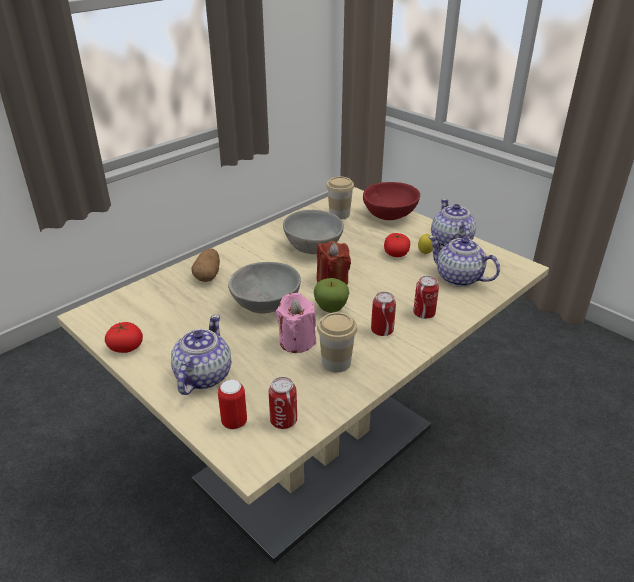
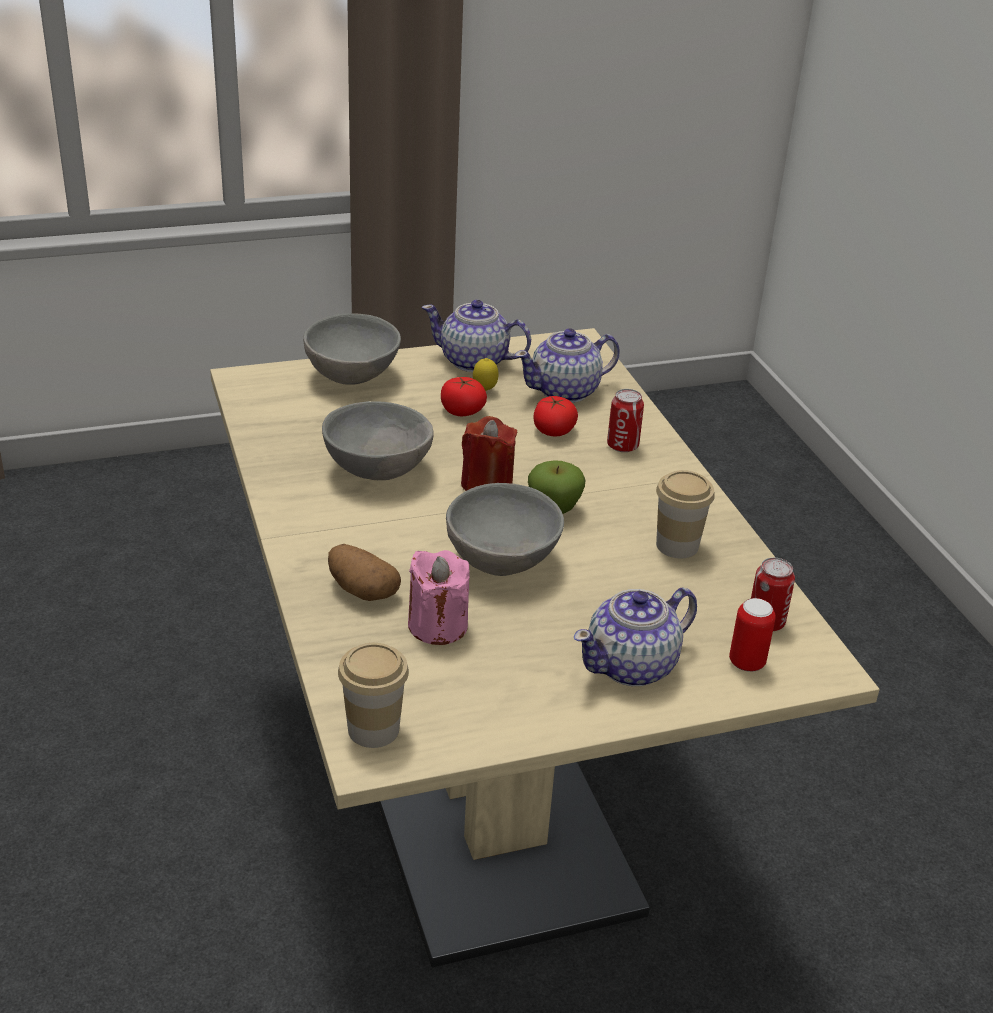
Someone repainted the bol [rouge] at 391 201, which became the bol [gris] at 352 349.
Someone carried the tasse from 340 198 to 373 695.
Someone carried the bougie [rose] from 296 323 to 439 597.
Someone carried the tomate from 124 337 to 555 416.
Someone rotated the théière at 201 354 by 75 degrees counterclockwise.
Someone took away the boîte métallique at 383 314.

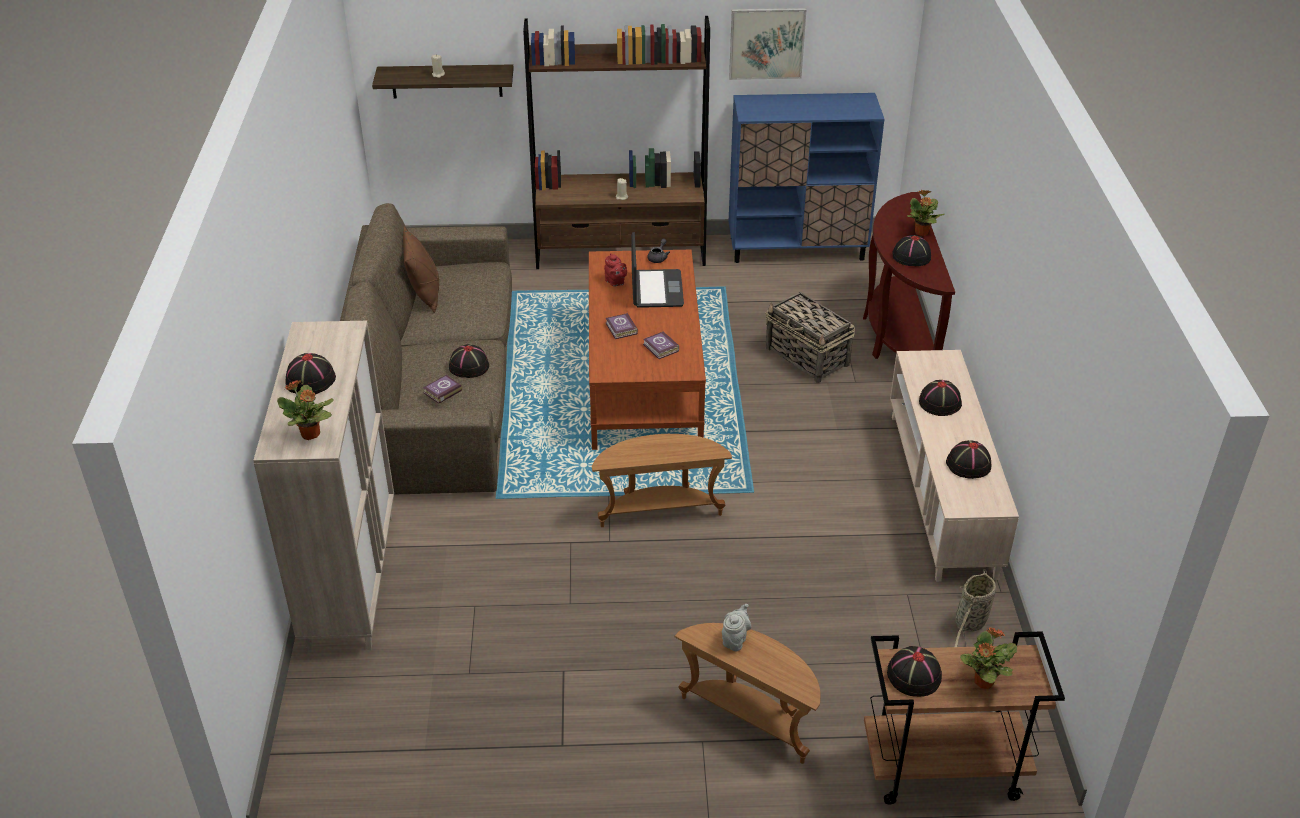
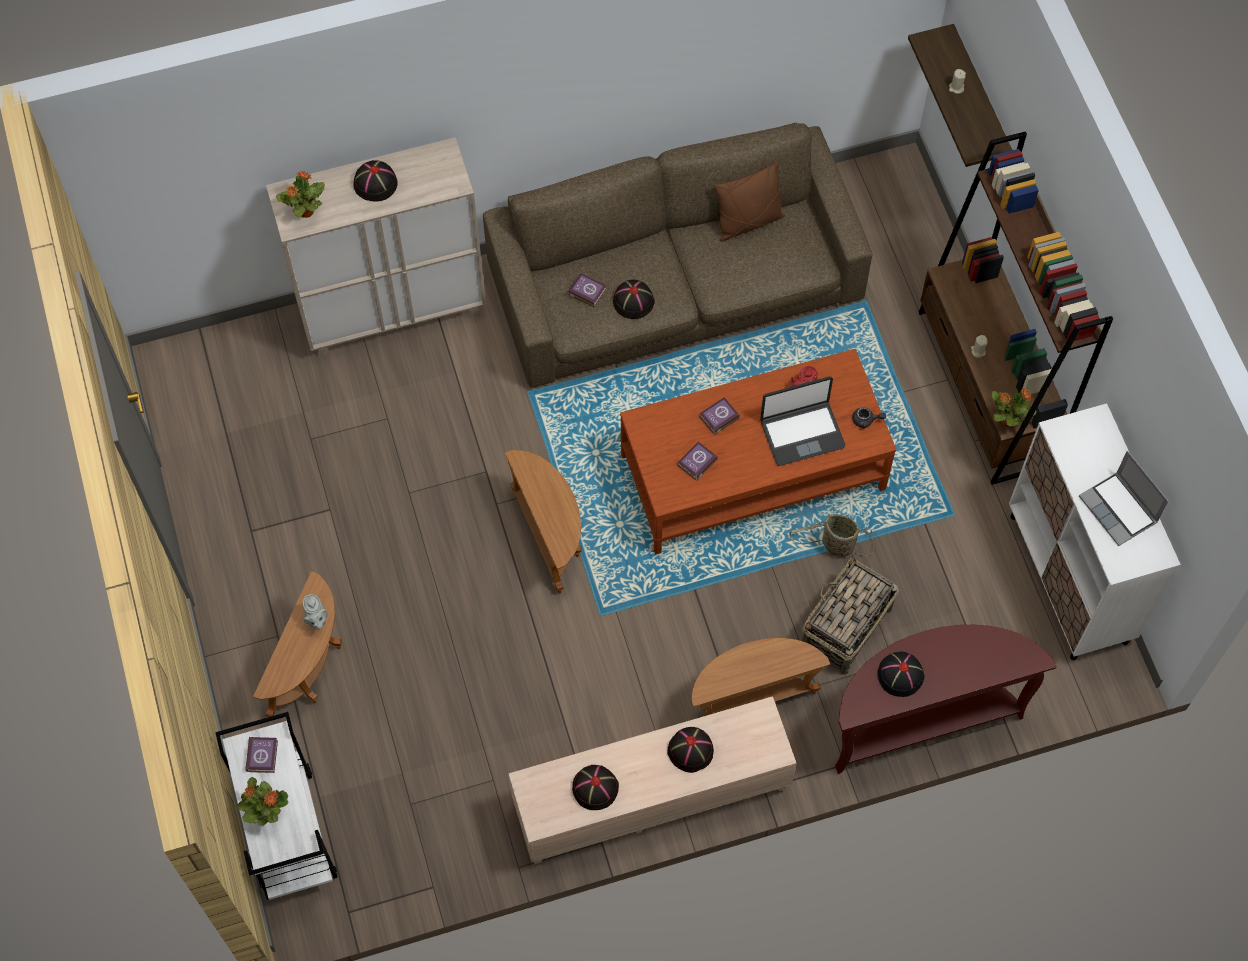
Someone repainted the chariot [marron] at 964 718, which became the chariot [blanc] at 276 806.
Someone swapped the chapeau [noir] at 914 671 for the livre at 261 755.
Someone rotated the théière [gris] at 736 627 by 60 degrees clockwise.
Someone put down the table d'appoint [marron] at 760 677.
Someone carried the panier from 975 608 to 831 535.
Someone carried the plante en pot from 926 213 to 1014 407.
Someone repainted the meuble de rangement [bleu] at 807 178, which became the meuble de rangement [blanc] at 1095 531.
Someone put down the ordinateur portable at 1124 498.
Someone took away the tableau at 767 44.

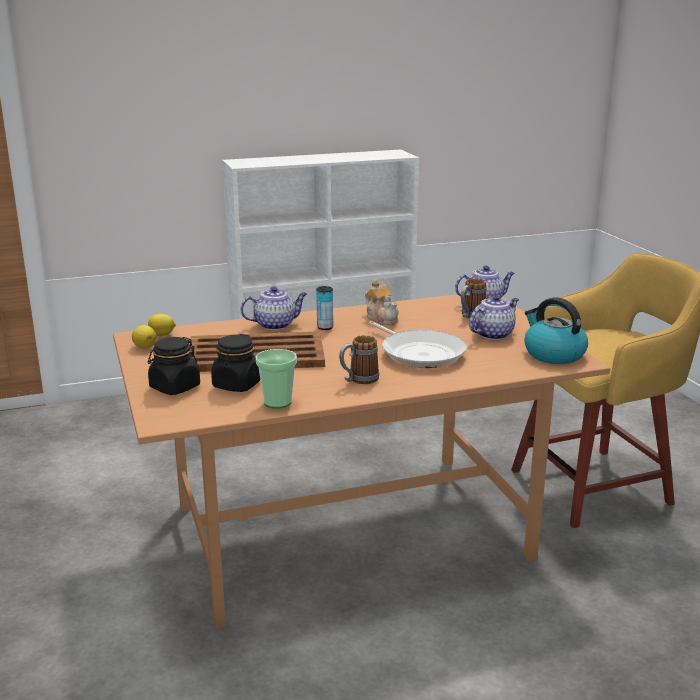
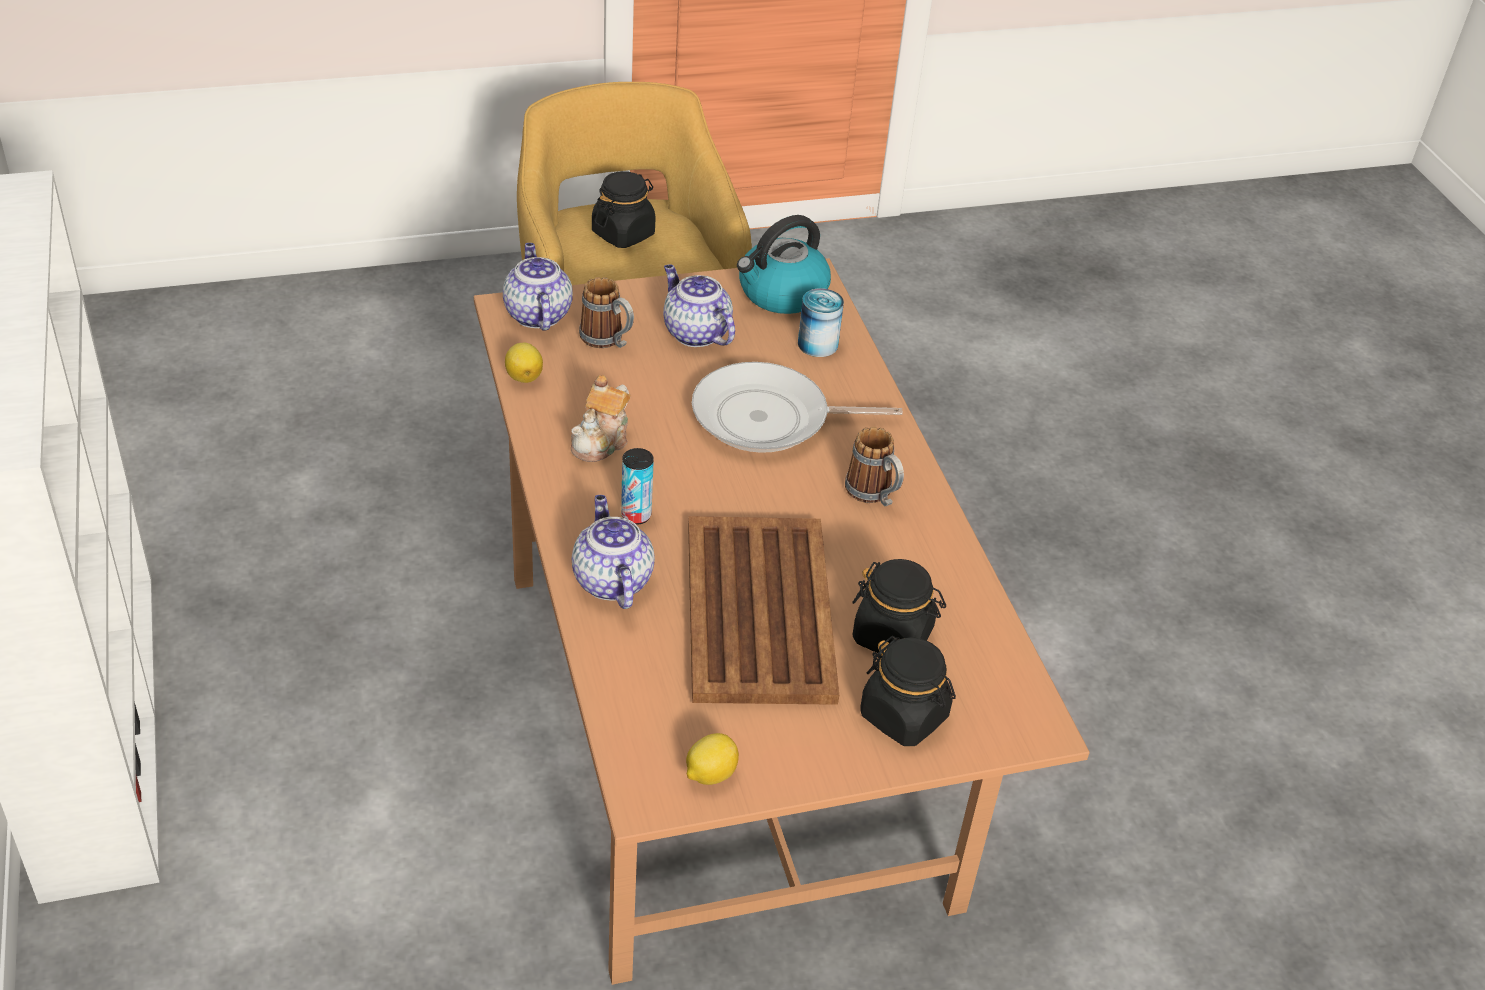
Someone carried the citron from 162 325 to 524 363.
Someone rotated the théière at 382 302 by 150 degrees clockwise.
Someone put down the bocal [noir] at 623 209.
Someone rotated the poêle at 418 344 by 150 degrees counterclockwise.
Someone put down the boîte métallique at 821 322.
Someone took away the tasse at 276 379.

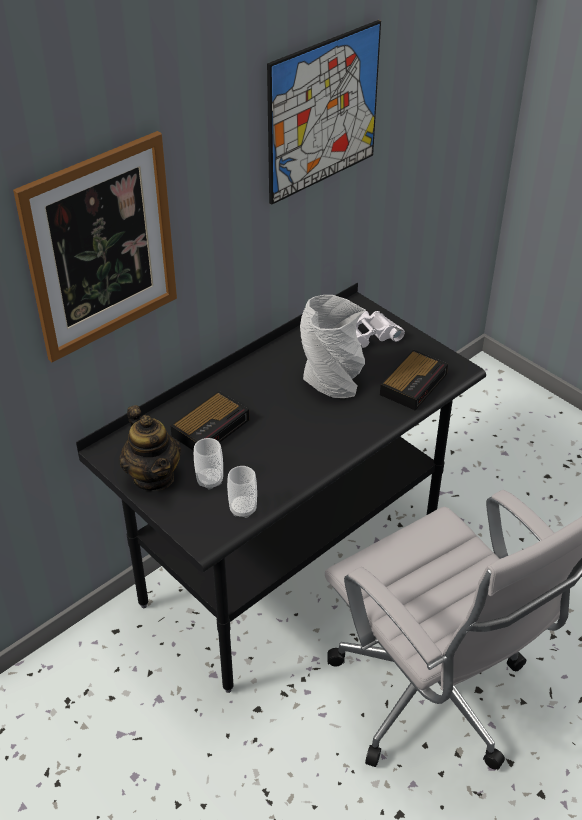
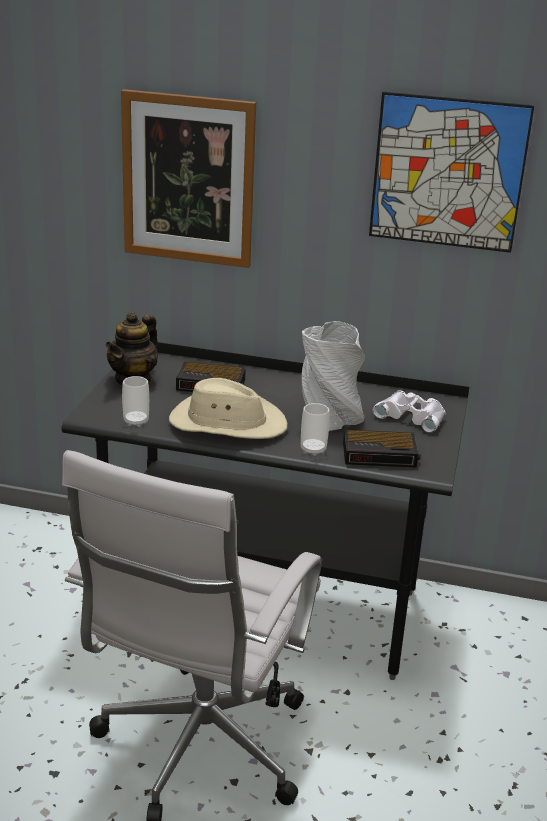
Someone put down the chapeau [beige] at 228 408.
Someone carried the tasse from 208 463 to 315 429.

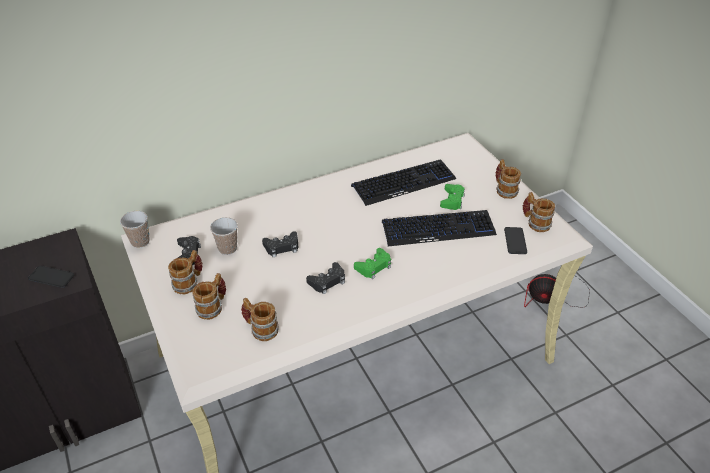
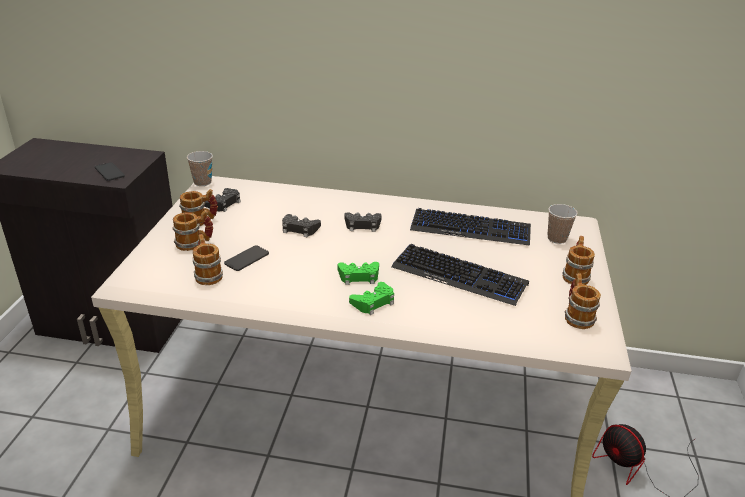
Someone carried the téléphone from 515 240 to 246 258.
Someone carried the manette [noir] from 325 278 to 363 222.
Someone carried the manette [vert] from 452 197 to 371 298.
Someone carried the tasse from 224 236 to 562 224.

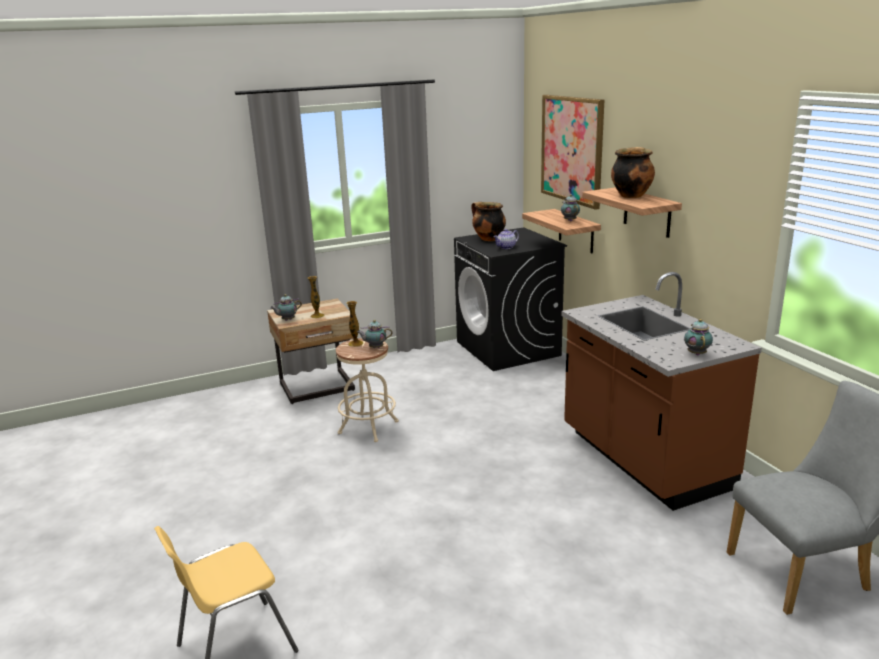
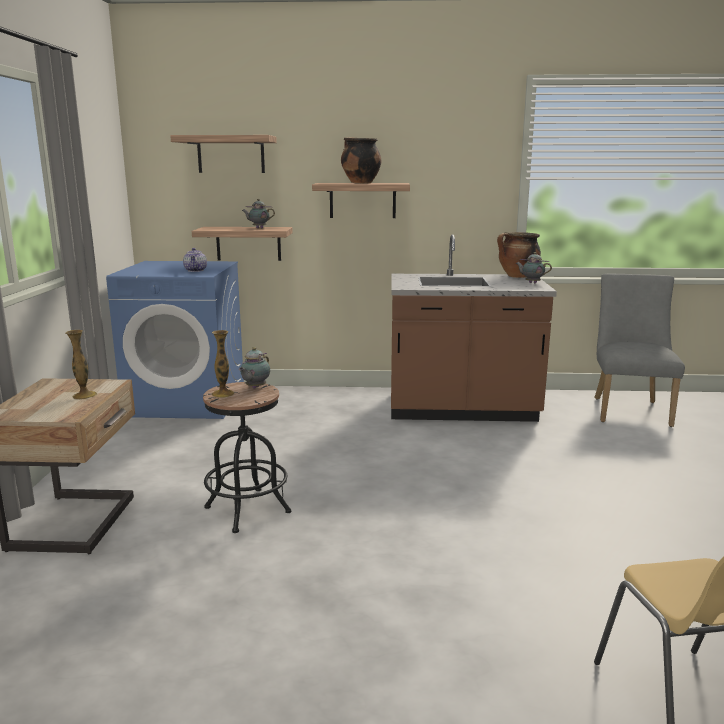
Someone repainted the lave-linge [noir] at 510 299, which became the lave-linge [bleu] at 175 340.
Someone swapped the tableau at 572 152 for the étagère at 223 154.
Someone repainted the tabouret [beige] at 367 390, which became the tabouret [noir] at 247 457.
Someone carried the marmite from 488 221 to 519 255.
Someone took away the théière at 286 307.

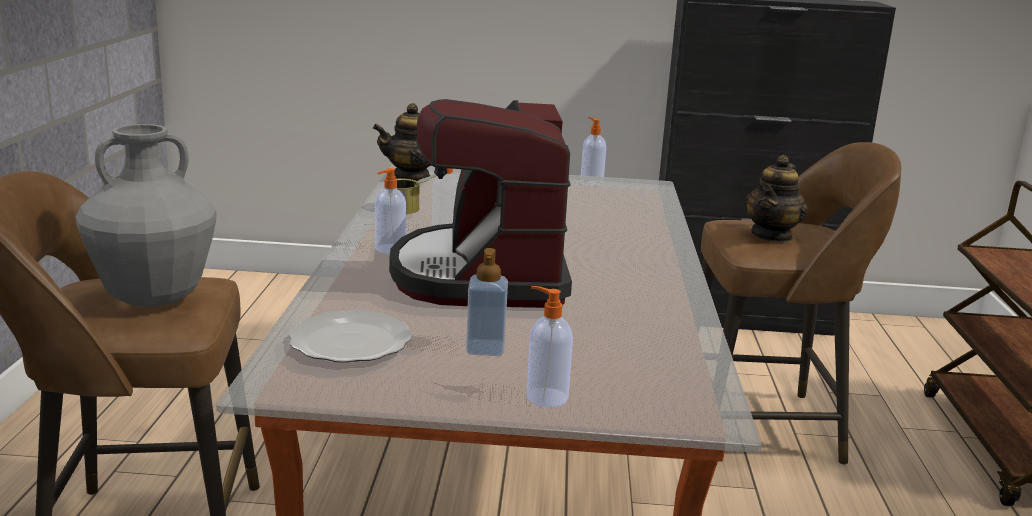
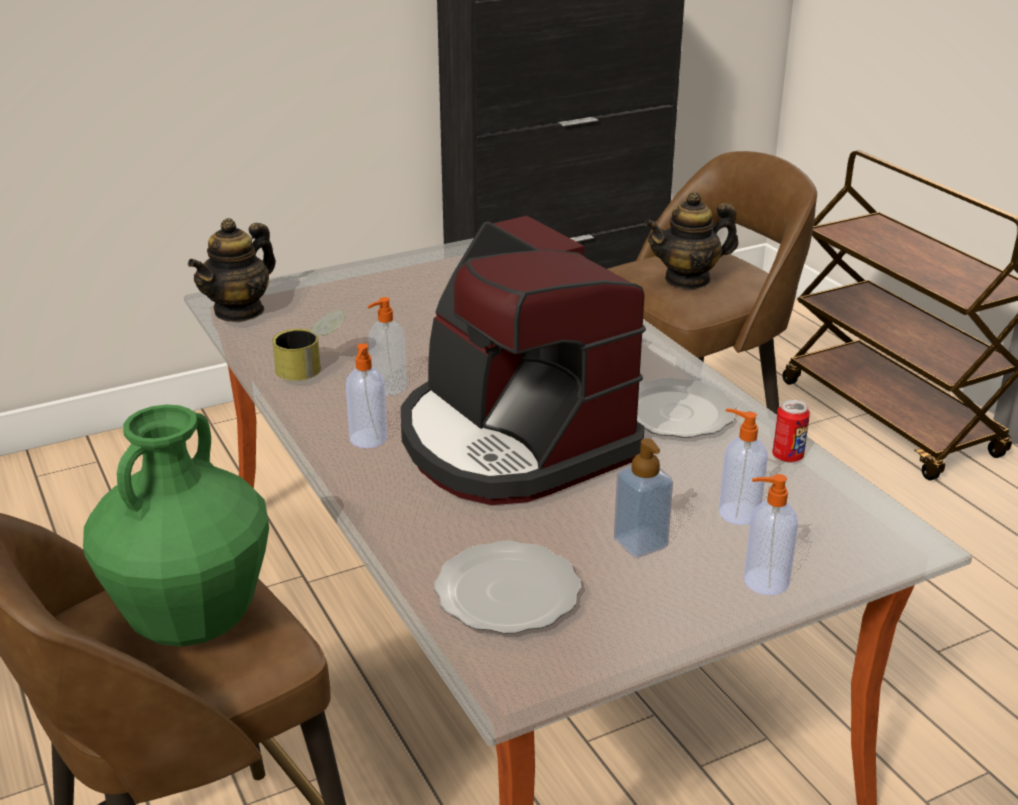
Someone repainted the vase [gris] at 146 215, which became the vase [vert] at 176 525.
Someone put down the assiette at 686 408.
Someone rotated the théière at 776 199 by 75 degrees clockwise.
Someone carried the distributeur de savon from 593 151 to 743 466.
Someone put down the boîte métallique at 791 431.

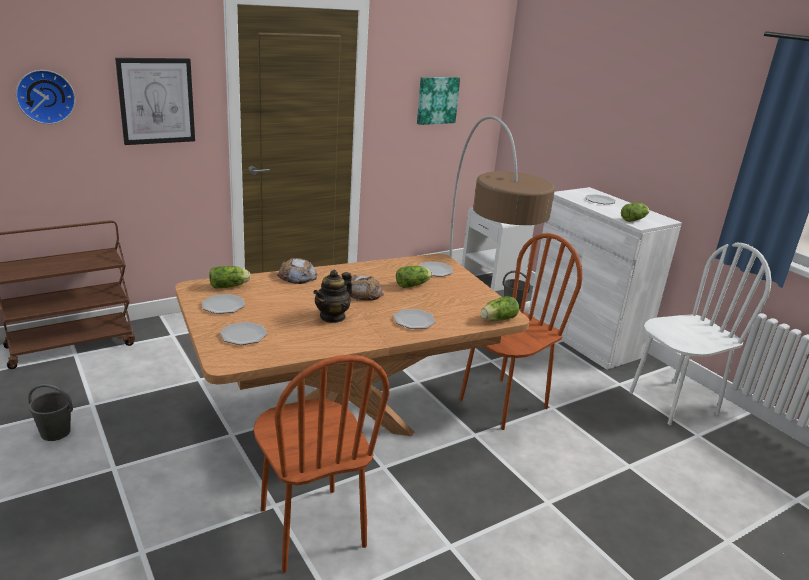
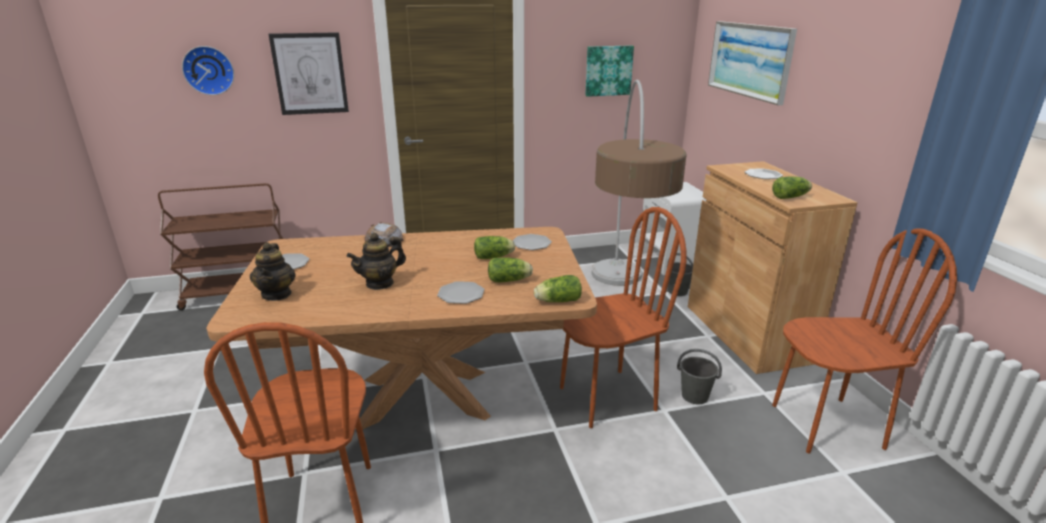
Someone swapped the assiette at 244 333 for the théière at 272 271.
Someone carried the laitue from 230 277 to 510 269.
Someone carried the seau [gris] from 50 412 to 699 377.
Someone repainted the meuble de rangement [blanc] at 605 278, which became the meuble de rangement [marron] at 773 267.
Someone put up the tableau at 752 63.
Someone repainted the chaise [blanc] at 700 334, which became the chaise [marron] at 864 341.
Someone took away the pain at 364 288.

